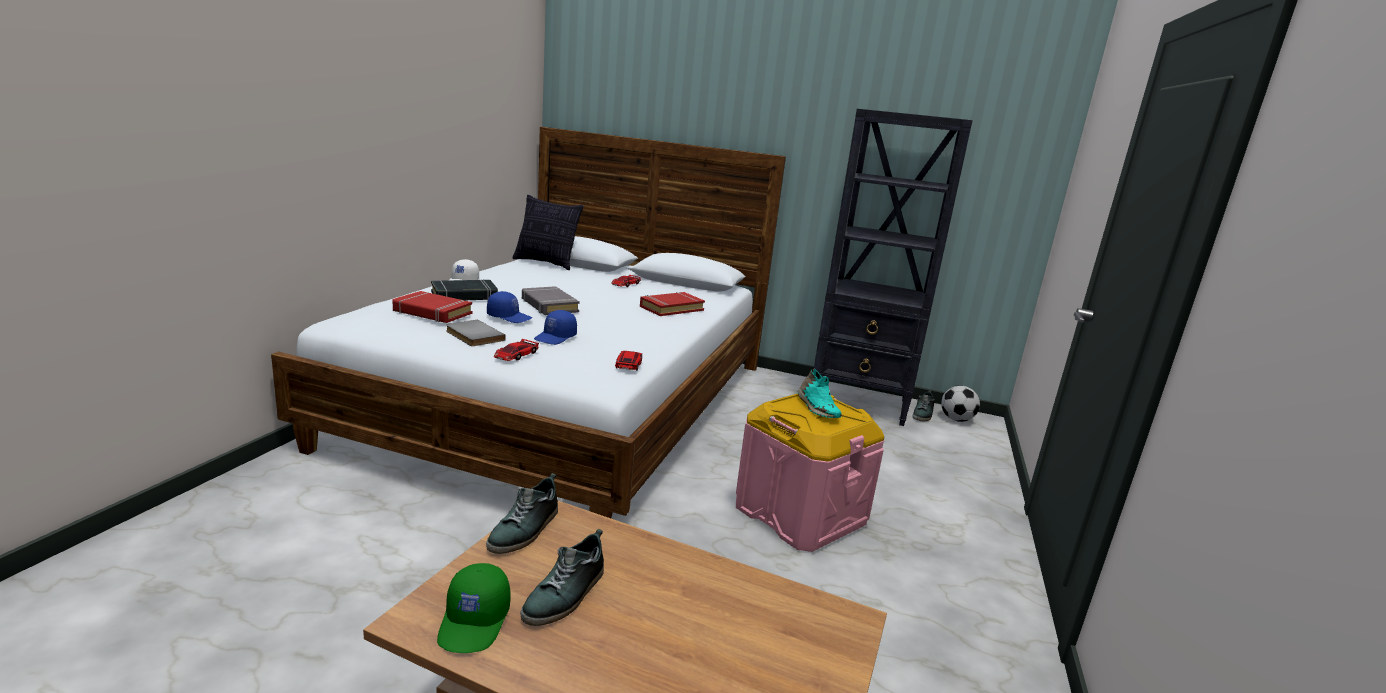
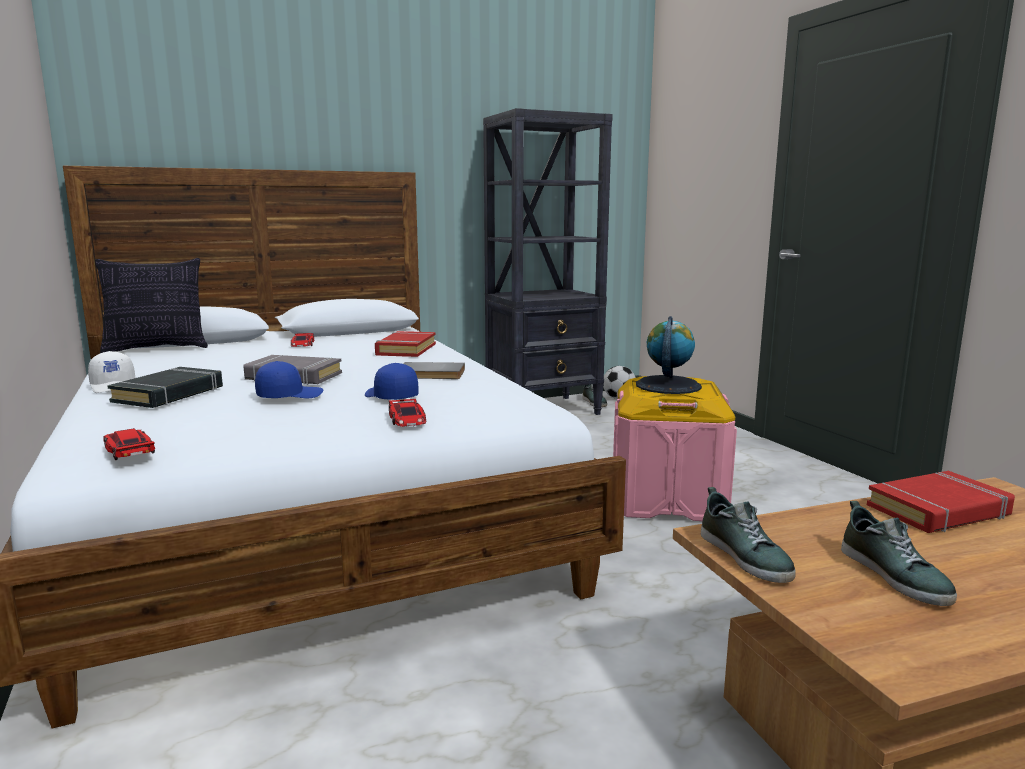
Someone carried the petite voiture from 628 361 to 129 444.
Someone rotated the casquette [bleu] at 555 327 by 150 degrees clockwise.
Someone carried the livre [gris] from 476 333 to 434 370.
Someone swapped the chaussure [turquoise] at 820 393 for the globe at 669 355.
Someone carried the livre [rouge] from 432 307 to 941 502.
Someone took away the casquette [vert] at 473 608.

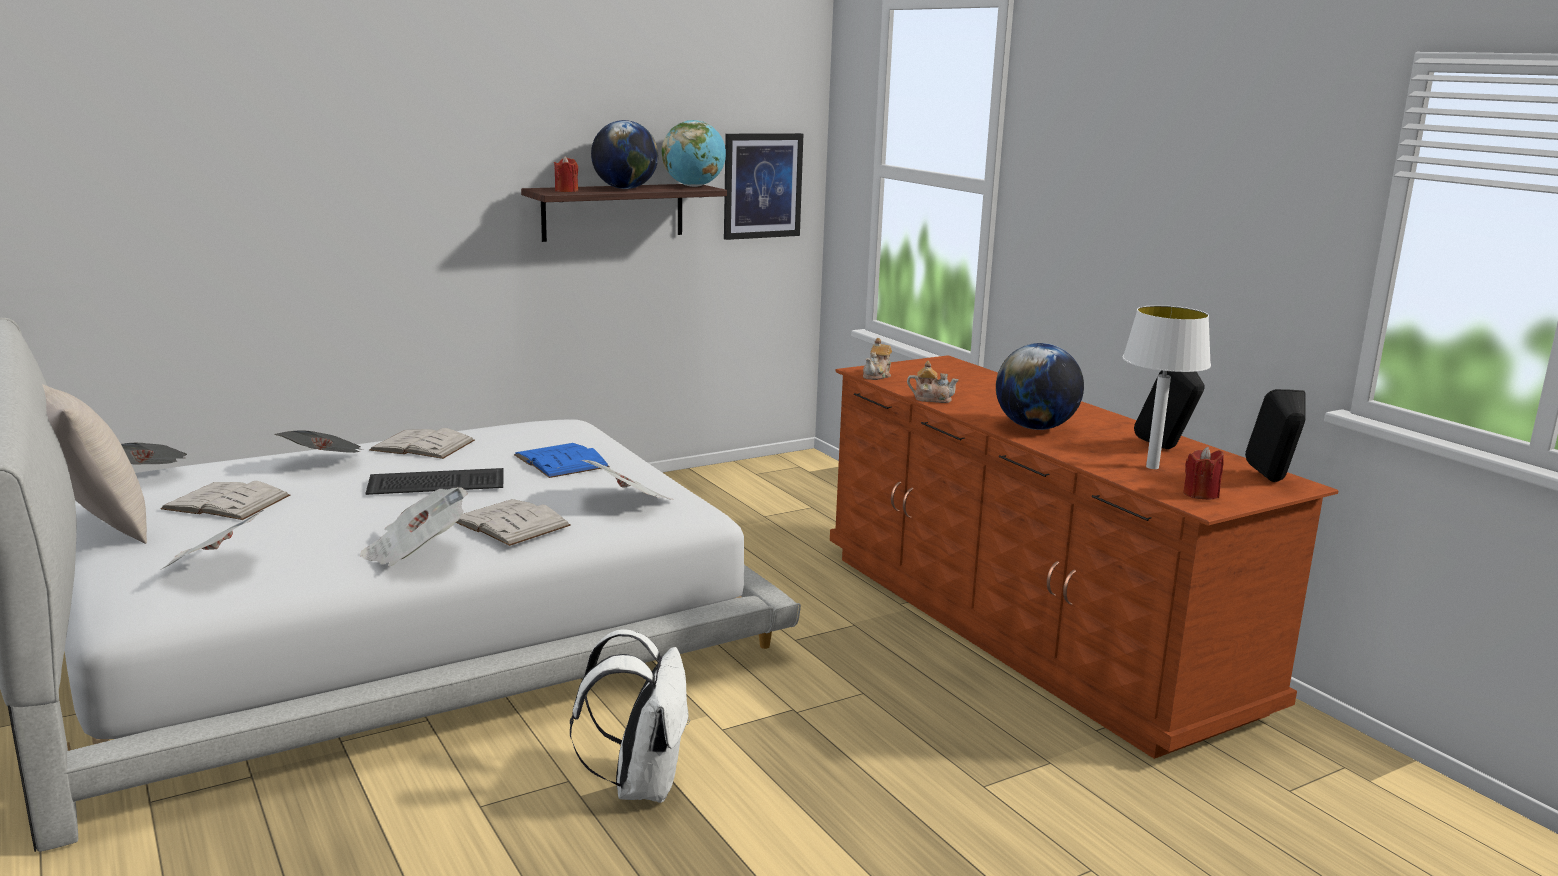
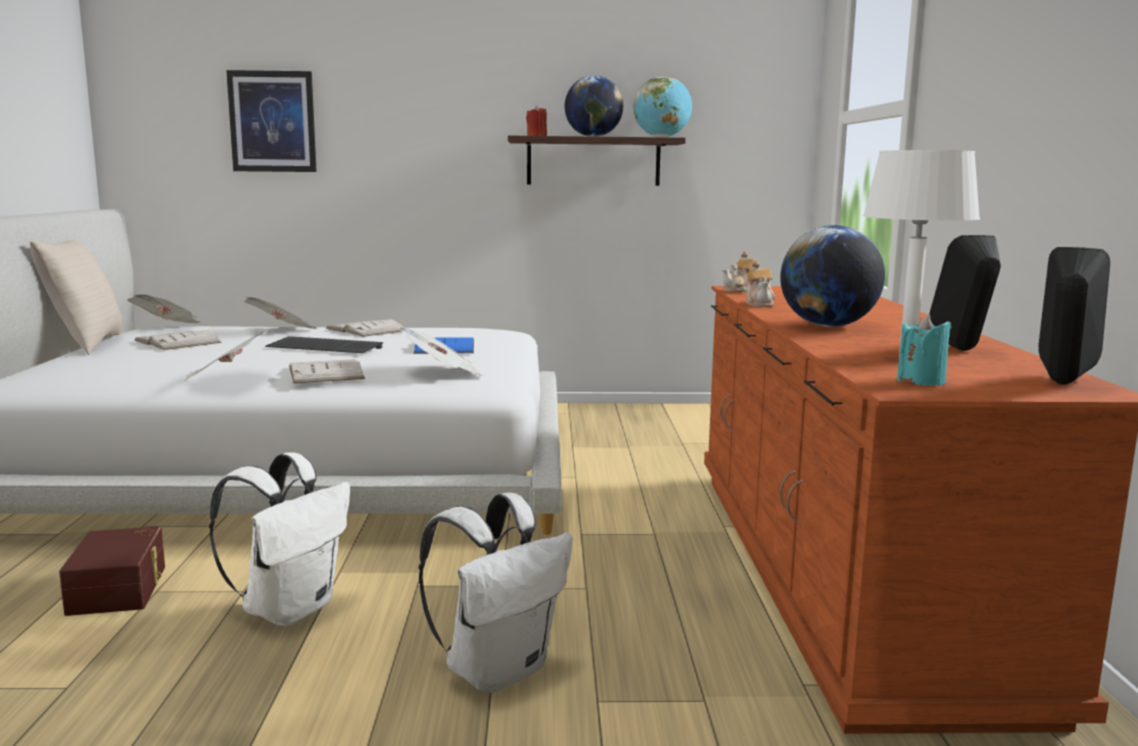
Someone put down the boîte de rangement [marron] at 112 571.
Someone carried the tableau from 763 186 to 271 121.
Someone put down the sac à dos [blanc] at 496 592.
Someone rotated the théière at 933 382 by 45 degrees clockwise.
Someone repainted the bougie [rouge] at 1203 473, which became the bougie [turquoise] at 924 350.
Someone took away the journal at 212 539.

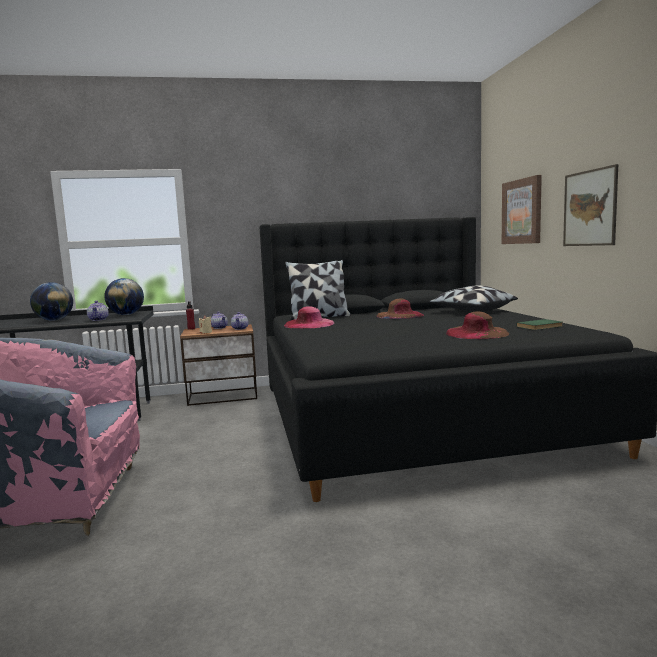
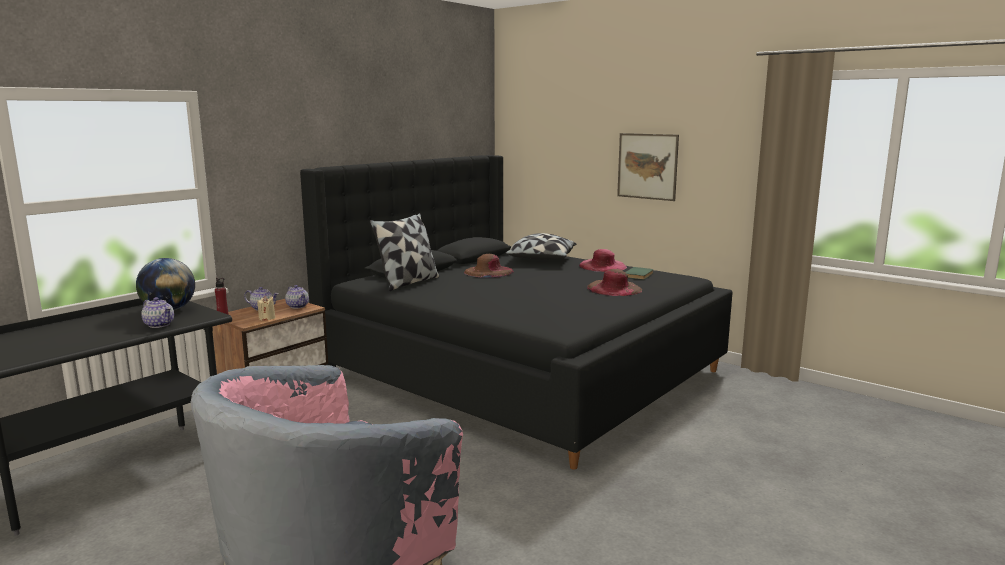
Someone carried the chapeau [rose] from 309 317 to 603 260.
Someone took away the globe at 51 301.
Someone took away the tableau at 522 209.

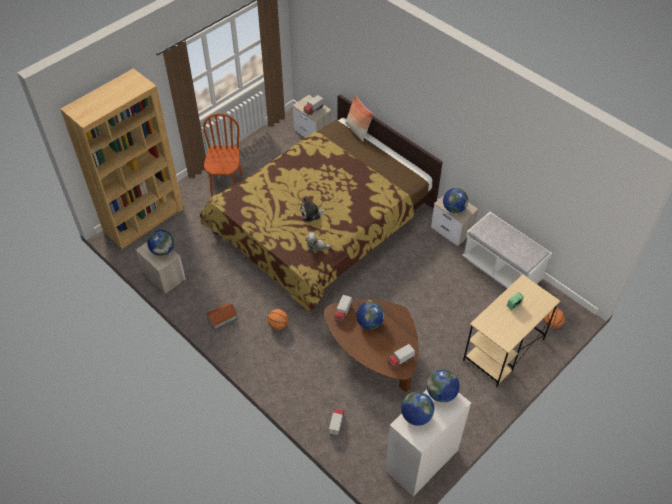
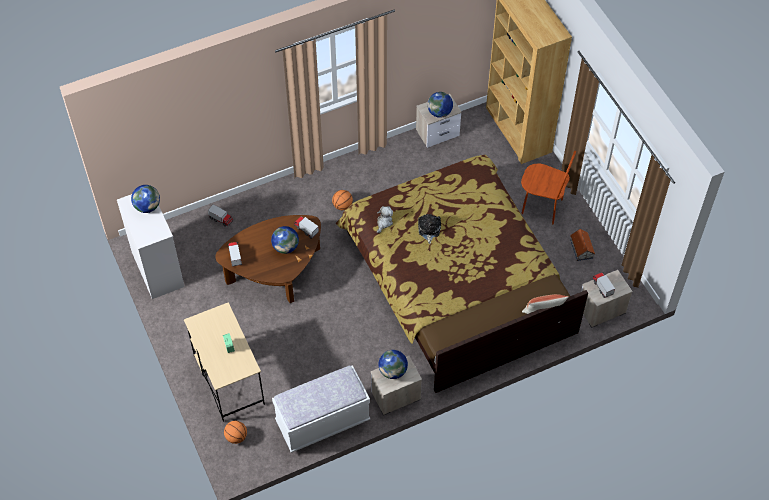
Someone carried the maison miniature from 222 316 to 582 245.
Someone took away the globe at 443 386.

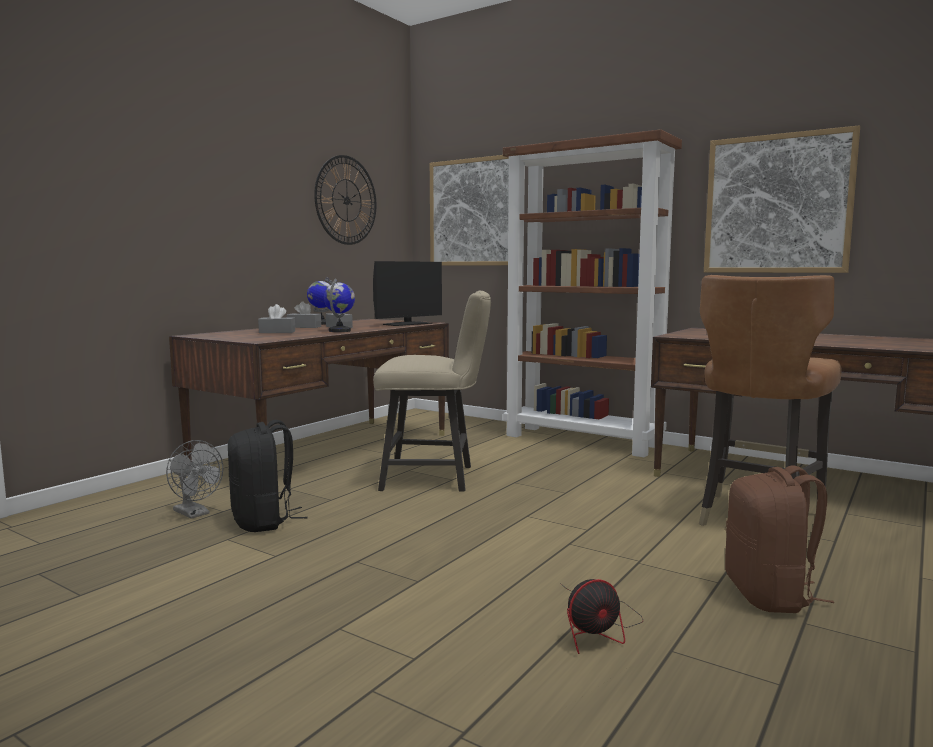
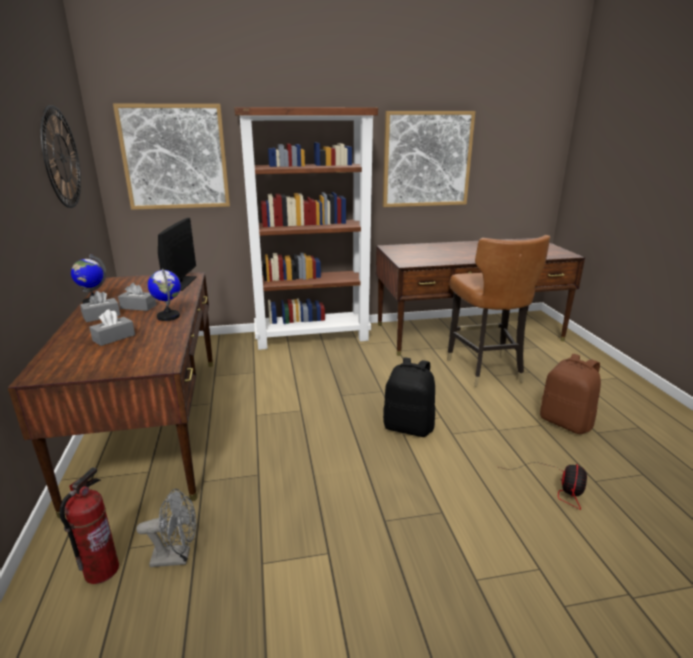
Someone put down the extincteur at 89 525.
Someone carried the sac à dos [noir] from 268 476 to 409 397.
Someone took away the chaise [beige] at 432 391.

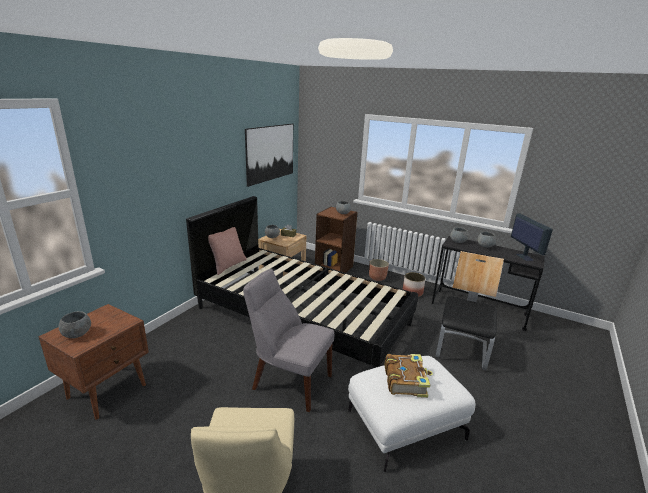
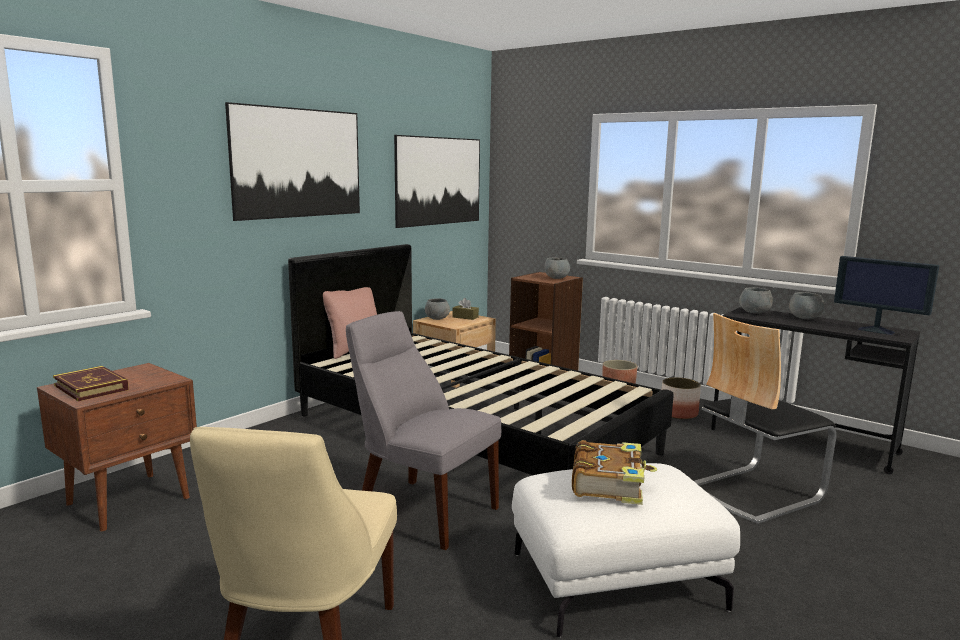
Someone swapped the bol [gris] at 74 324 for the livre at 91 383.
Someone put up the tableau at 292 161.
Someone rotated the chaise at 470 310 by 150 degrees counterclockwise.
Someone rotated the écran d'ordinateur at 532 237 by 135 degrees clockwise.

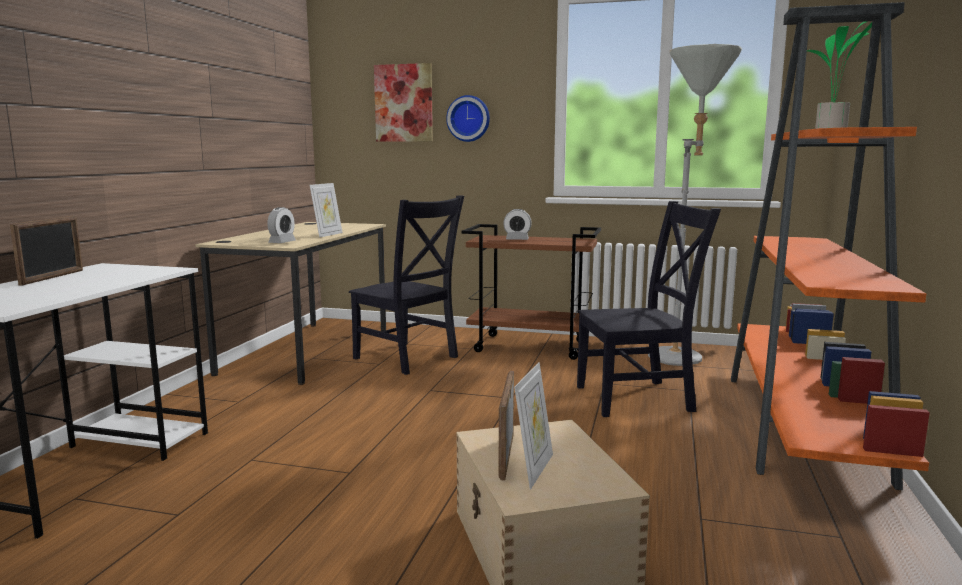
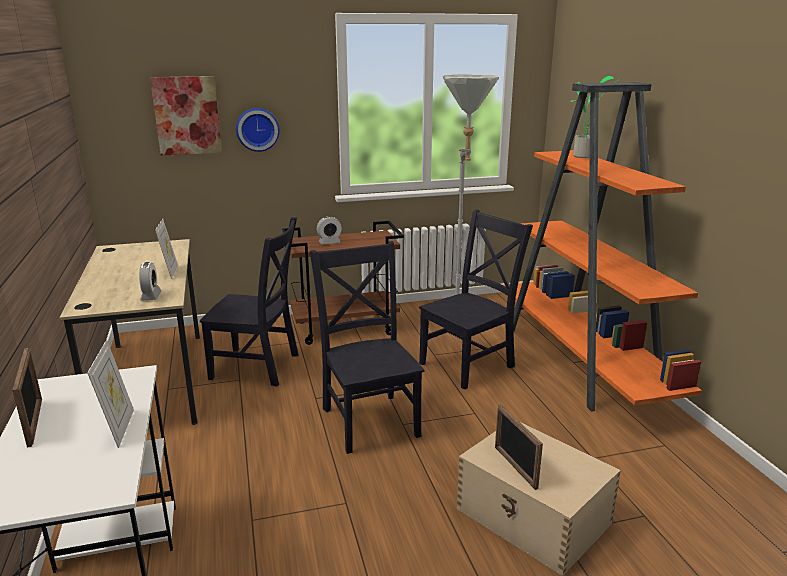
Someone carried the cadre photo from 533 425 to 110 394.
Someone put down the chaise [noir] at 367 347.

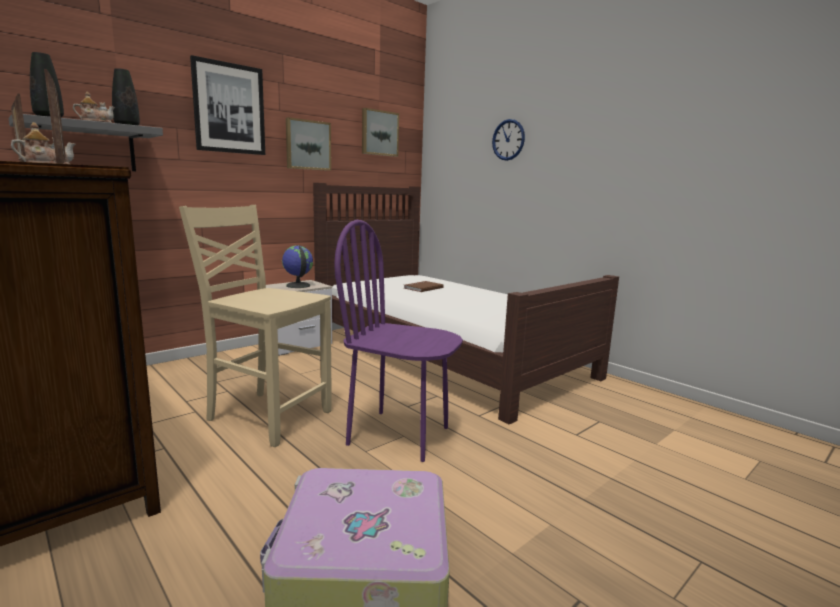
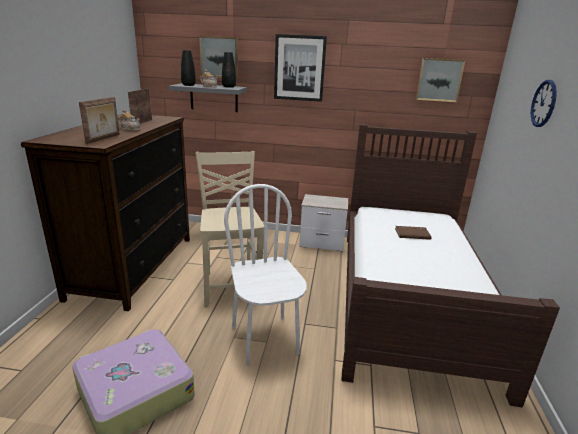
Someone carried the tableau from 308 144 to 218 57.
Someone repainted the chaise [violet] at 398 341, which became the chaise [blanc] at 265 274.
Someone took away the globe at 297 266.

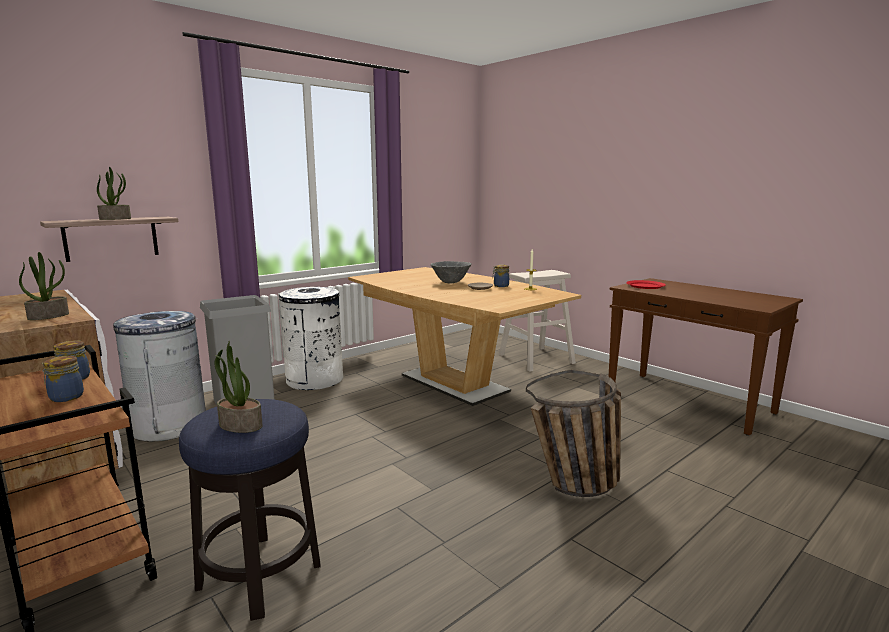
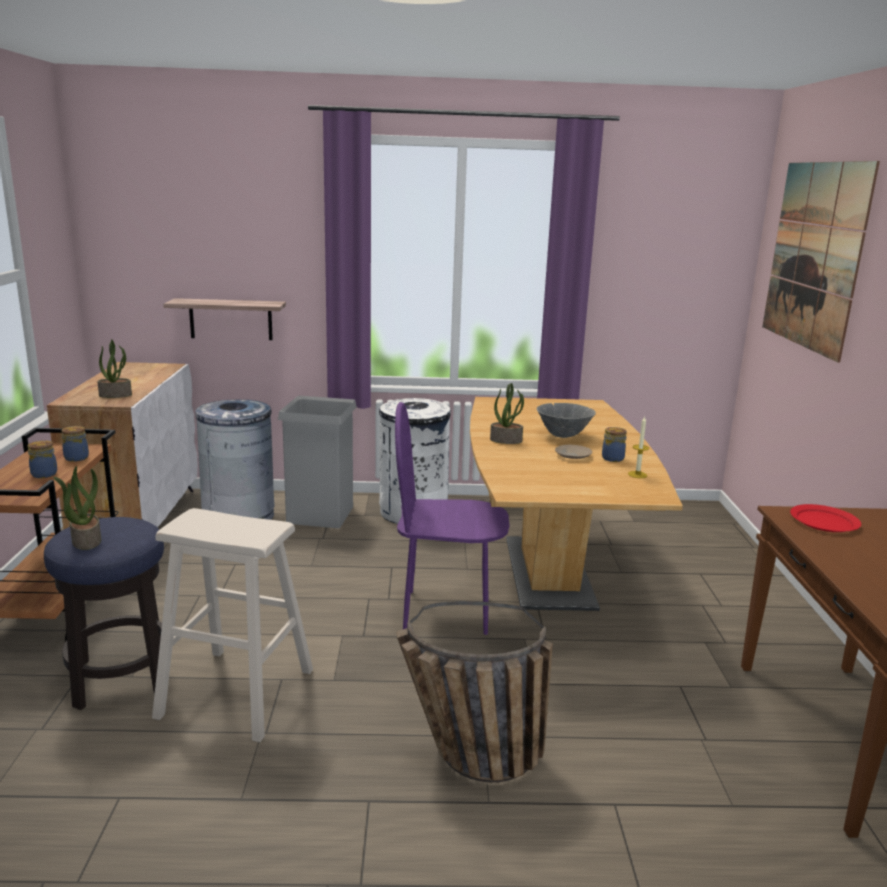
Someone carried the tabouret [beige] from 537 321 to 232 625.
Someone put down the chaise [violet] at 452 518.
Someone carried the plante en pot from 114 193 to 507 413.
Someone put up the tableau at 821 262.

